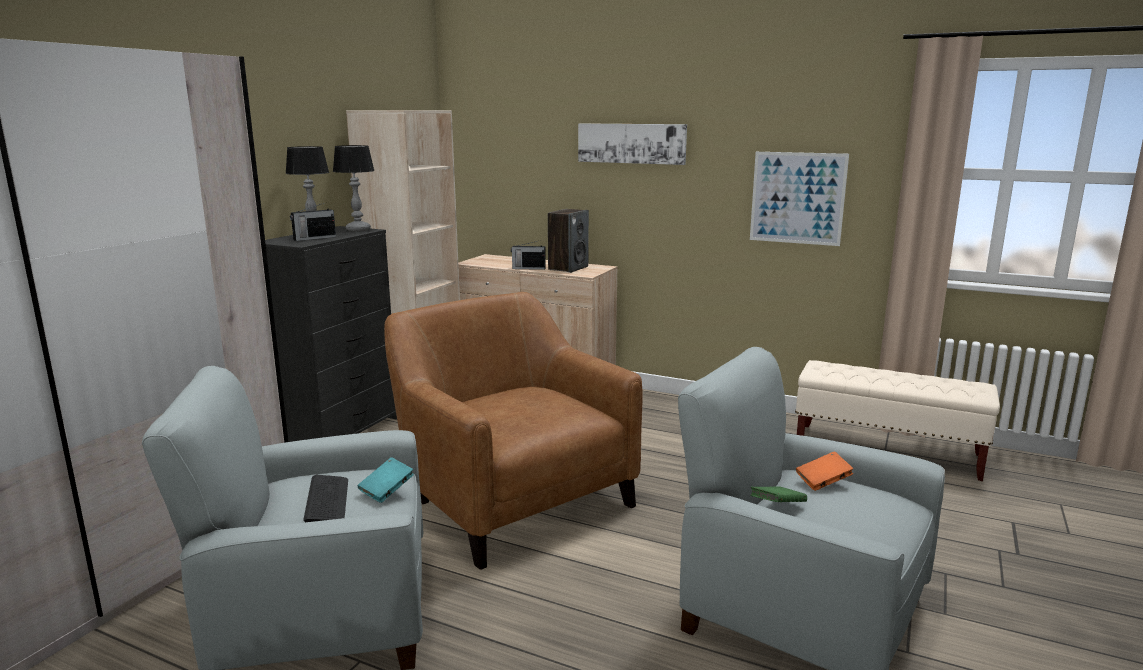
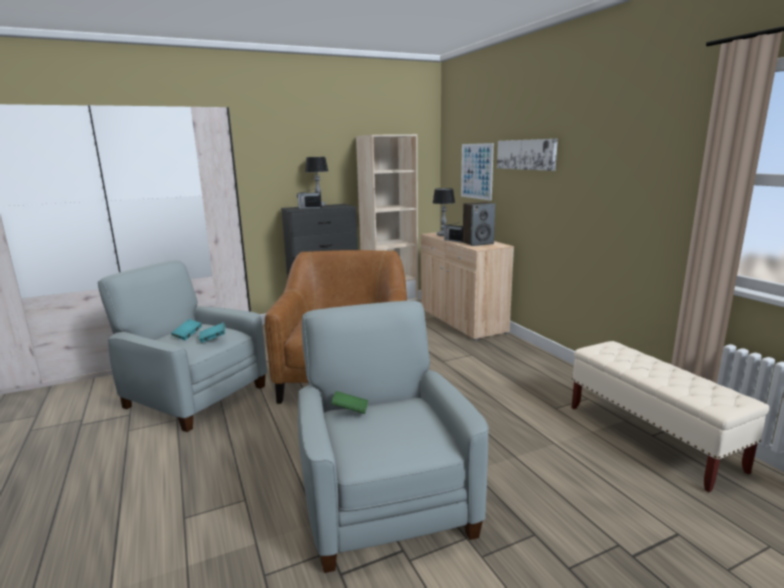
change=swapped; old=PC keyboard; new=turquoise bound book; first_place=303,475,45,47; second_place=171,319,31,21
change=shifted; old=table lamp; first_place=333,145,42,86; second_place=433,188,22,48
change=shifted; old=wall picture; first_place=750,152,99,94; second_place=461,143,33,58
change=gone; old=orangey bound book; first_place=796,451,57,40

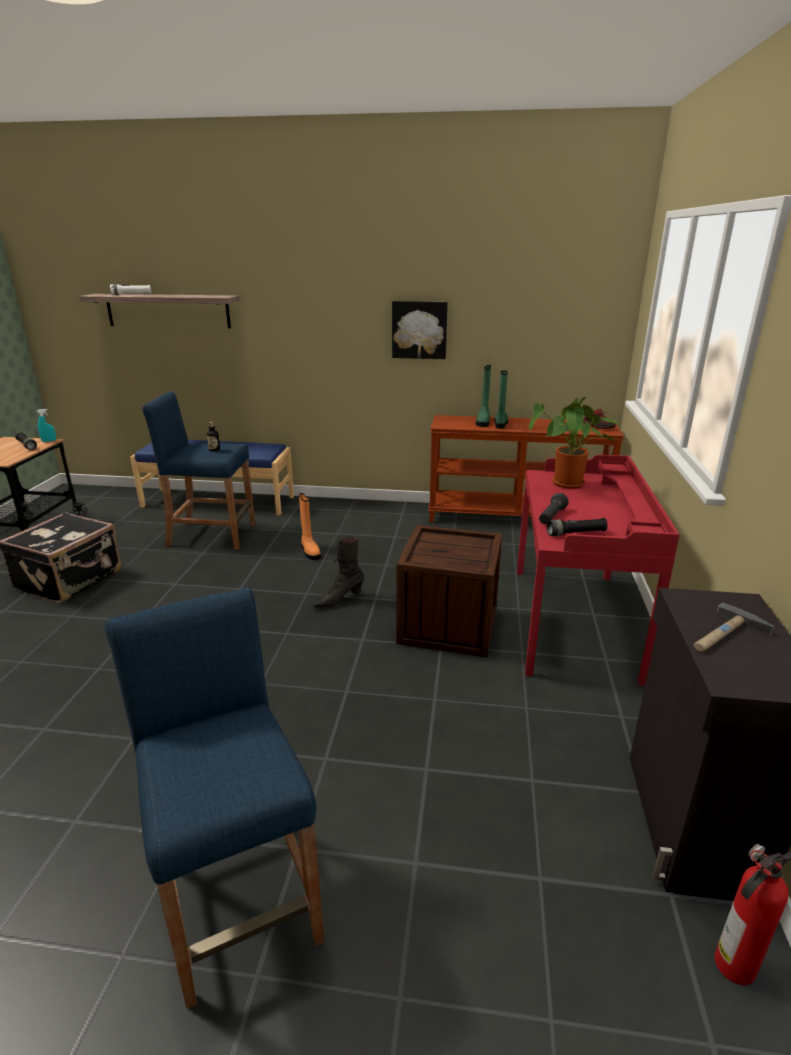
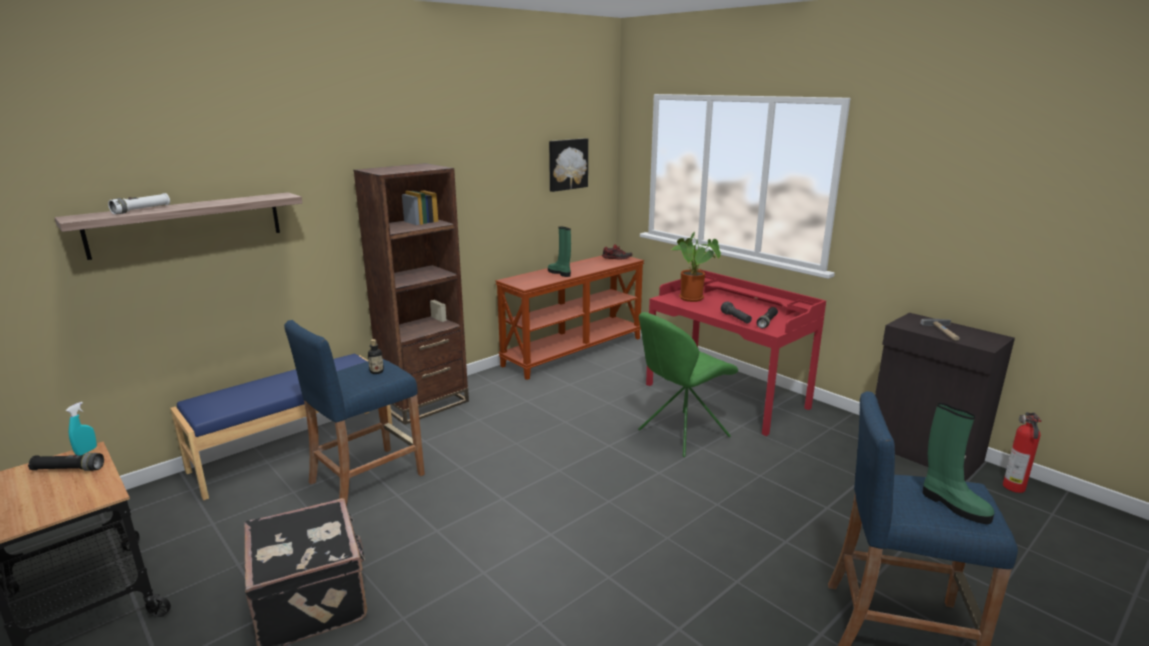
change=new; new=brown-coloured bookcase; second_place=354,163,115,262
change=shifted; old=wall picture; first_place=392,301,56,58; second_place=549,138,39,54
change=swapped; old=packing crate; new=greenish chair; first_place=396,525,106,132; second_place=638,312,100,145
change=shifted; old=greenish tall boot; first_place=476,365,15,62; second_place=922,403,72,121
change=gone; old=orangey tall boot; first_place=299,493,22,67
change=gone; old=blackish tall boot; first_place=313,537,51,72

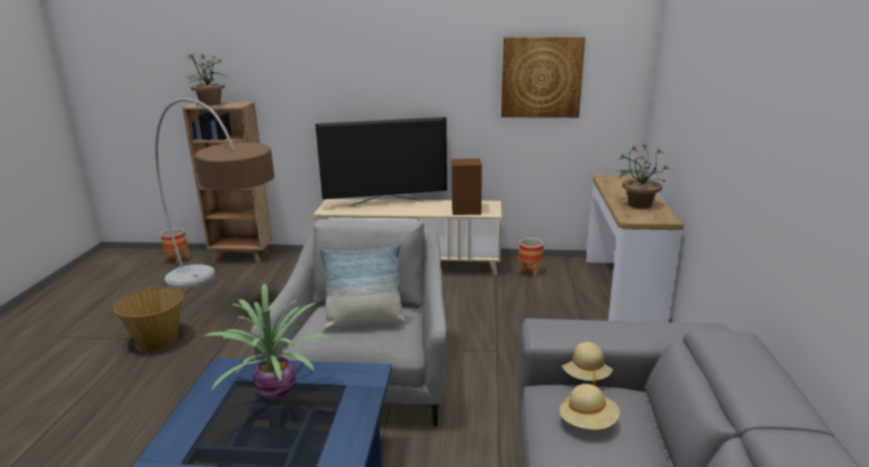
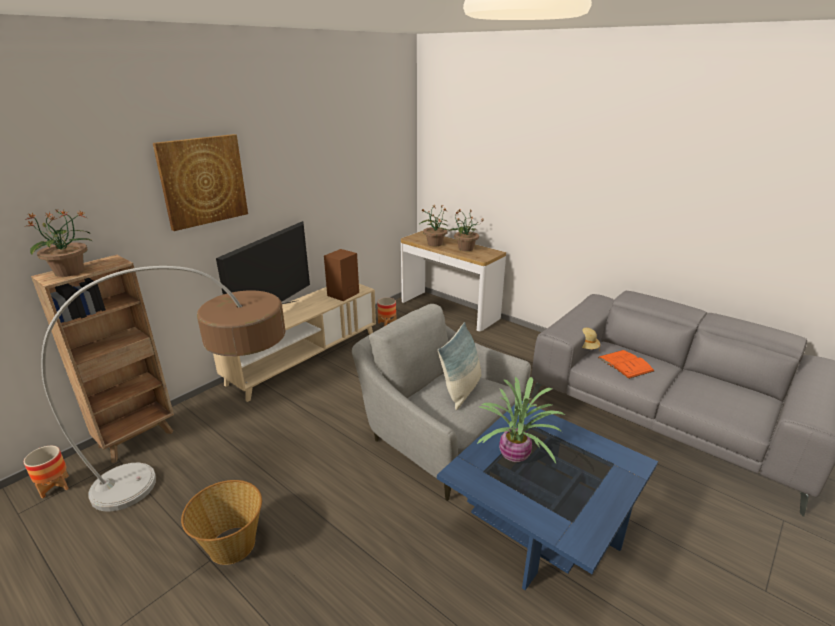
change=shifted; old=wall picture; first_place=501,37,84,81; second_place=153,134,95,97
change=new; new=potted plant; second_place=420,204,28,42
change=swapped; old=beige hat; new=orangey bound book; first_place=560,384,60,46; second_place=598,350,56,29

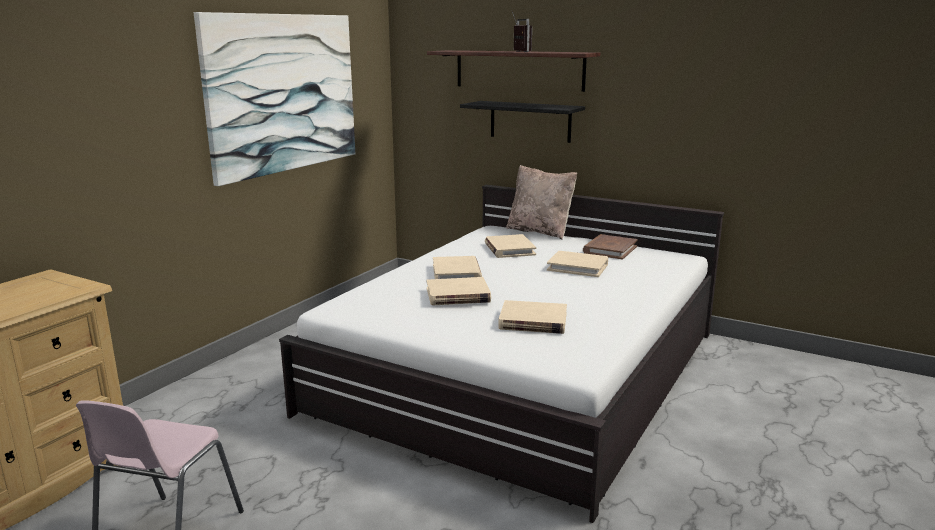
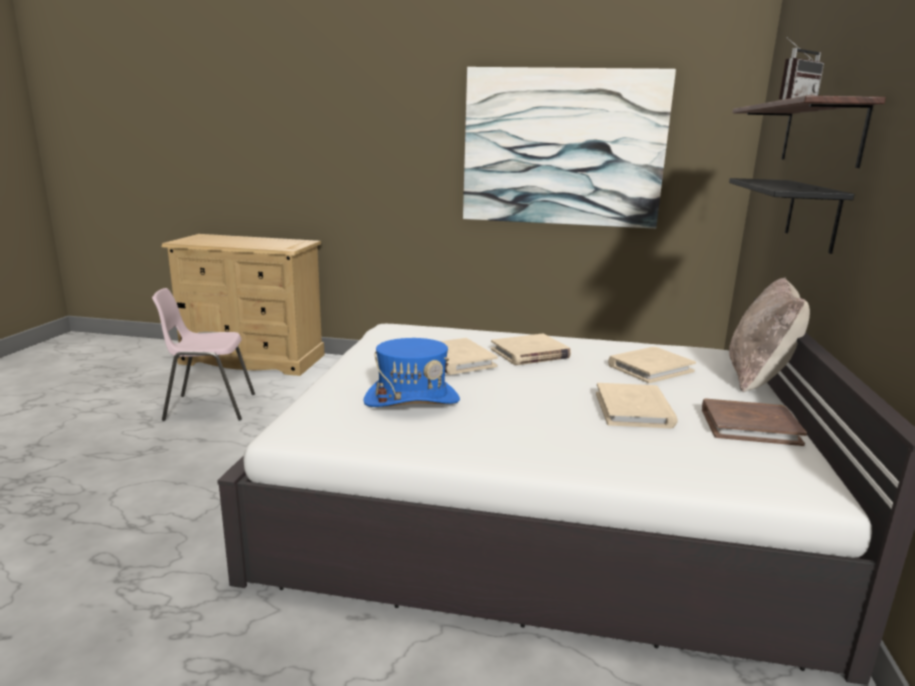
change=swapped; old=beige bound book; new=blue hat; first_place=498,300,69,34; second_place=363,338,97,69

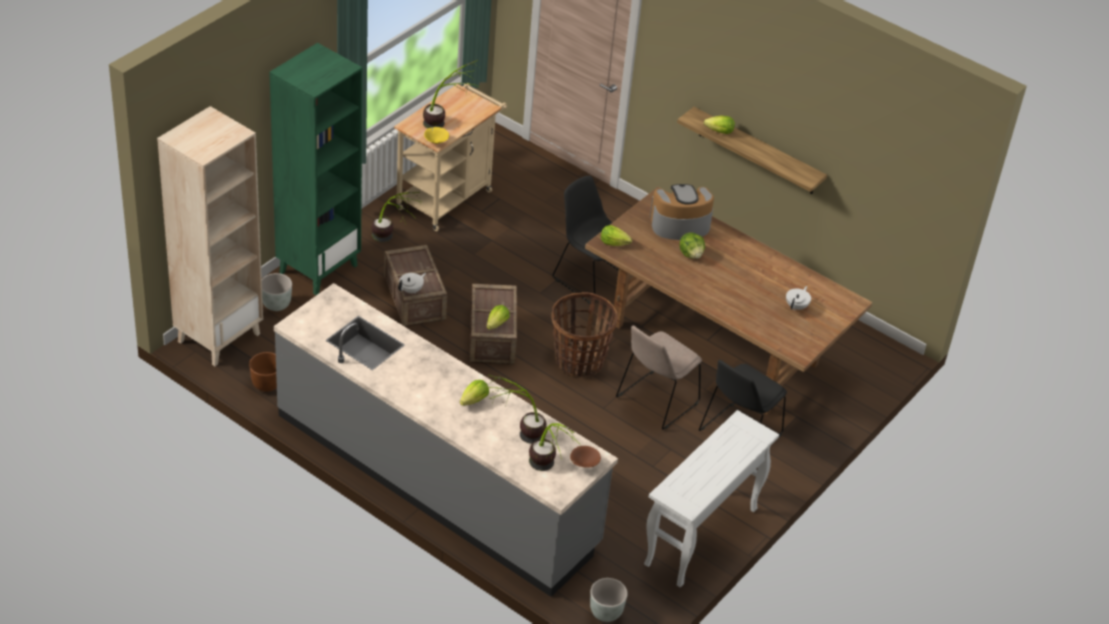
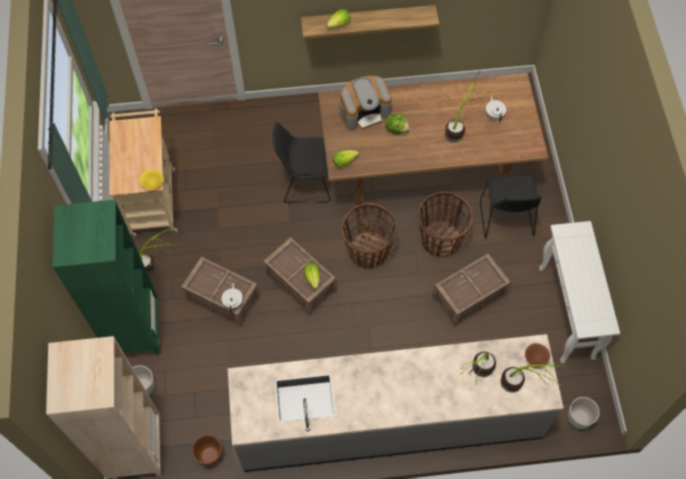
change=rotated; old=coffee machine; first_place=650,184,64,56; second_place=340,76,52,55; degrees=-150
change=swapped; old=beige chair; new=storage basket; first_place=616,325,86,104; second_place=418,191,54,66
change=new; new=packing crate; second_place=432,253,79,73
change=shifted; old=potted plant; first_place=423,60,56,68; second_place=445,71,41,72
change=gone; old=lettuce head; first_place=460,380,29,26

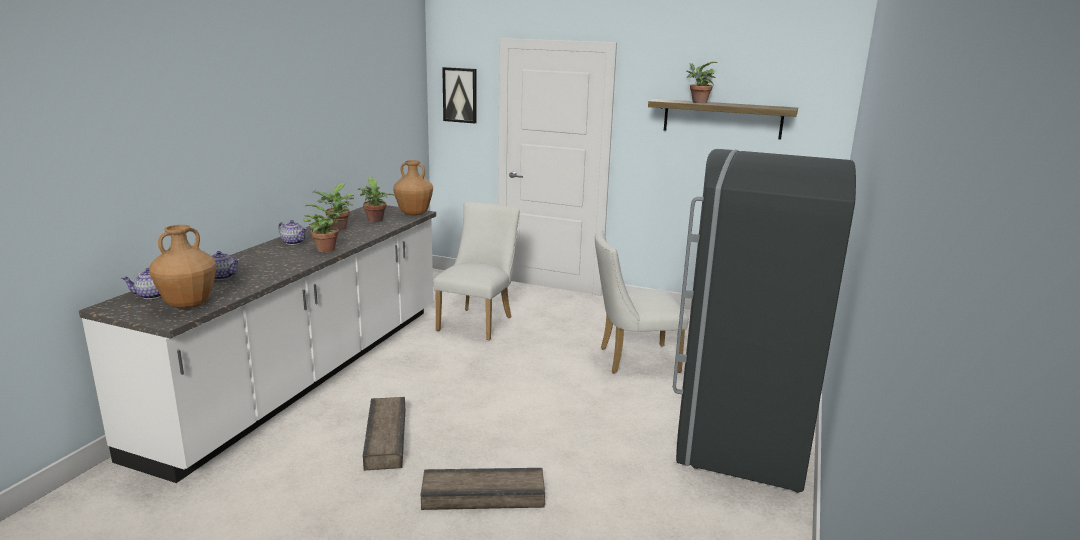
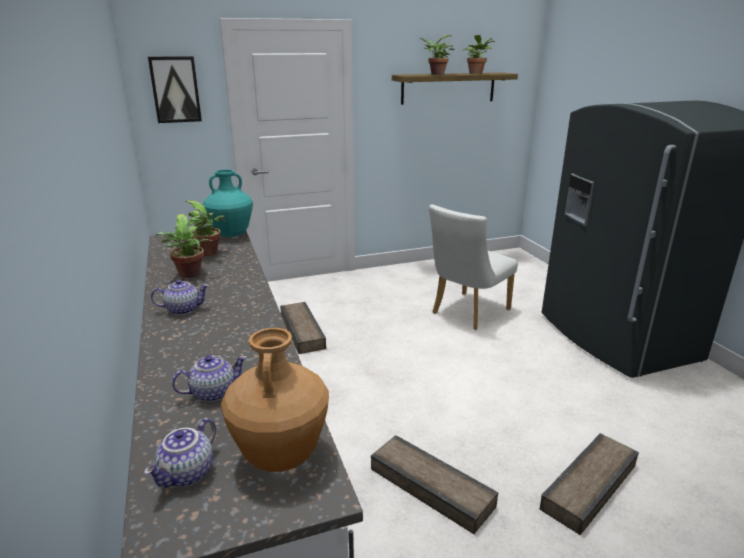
change=repainted; old=brown-coloured decorative vase; new=turquoise decorative vase; first_place=393,160,40,56; second_place=203,170,50,67
change=swapped; old=white-coloured chair; new=packing crate; first_place=433,202,87,138; second_place=280,302,46,52
change=shifted; old=potted plant; first_place=303,204,47,48; second_place=463,35,32,39

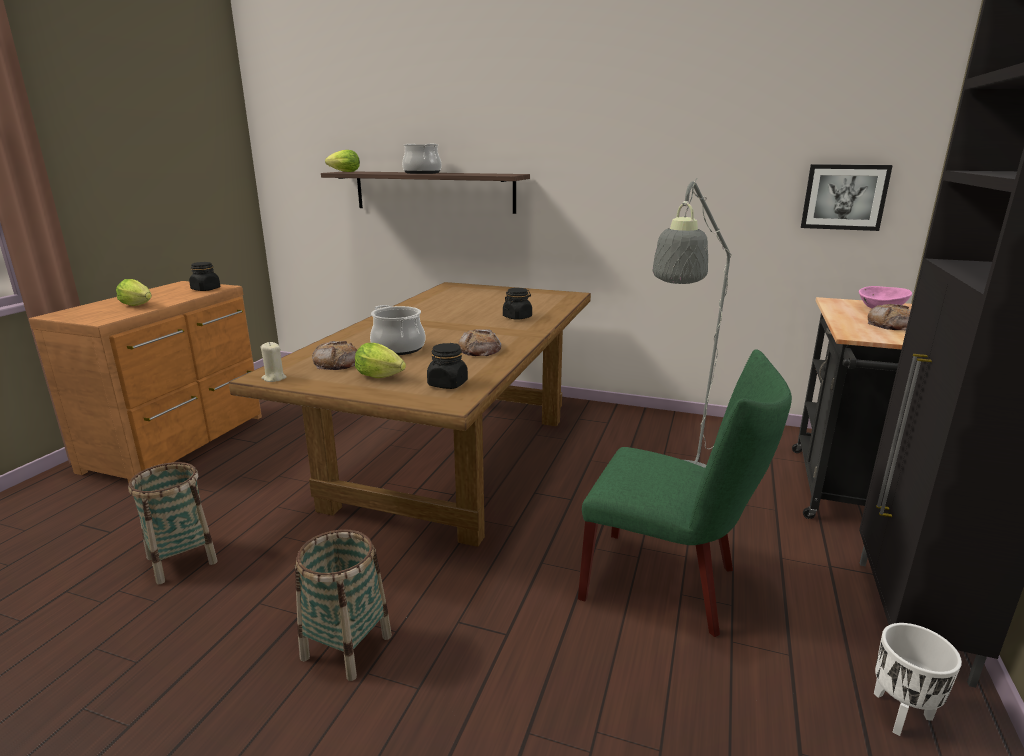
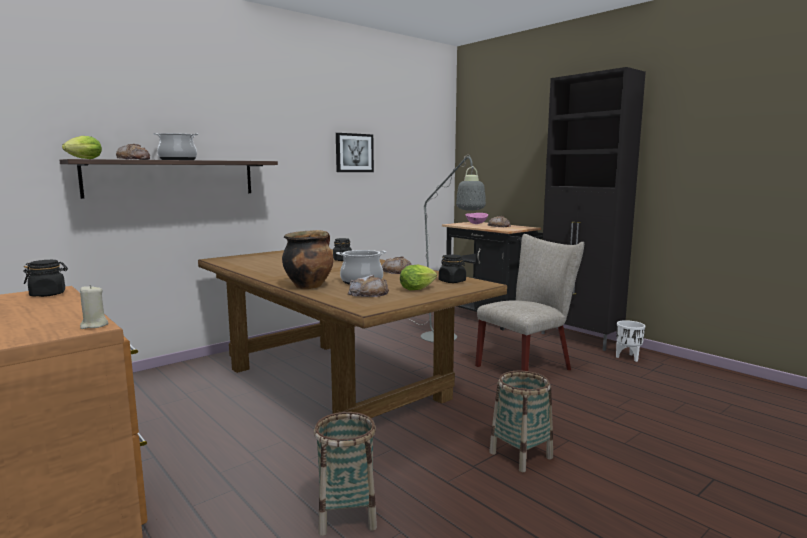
change=shifted; old=beige candle; first_place=261,342,26,40; second_place=80,285,28,44
change=new; new=baked bread; second_place=116,144,34,16
change=new; new=stockpot; second_place=282,230,51,59
change=shifted; old=wall picture; first_place=801,164,92,67; second_place=336,133,38,39
change=repainted; old=greenish chair; new=beige chair; first_place=578,349,214,288; second_place=475,234,109,137
change=gone; old=lettuce head; first_place=116,279,36,27

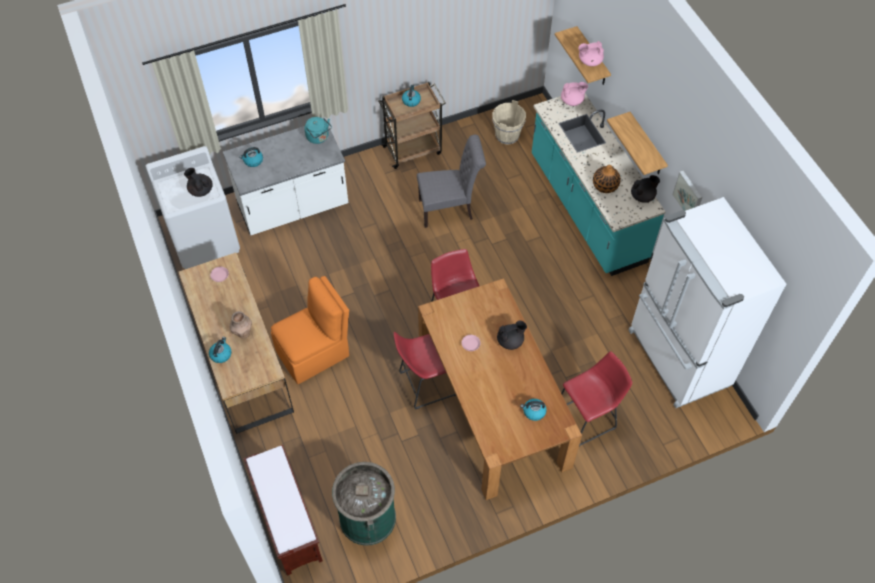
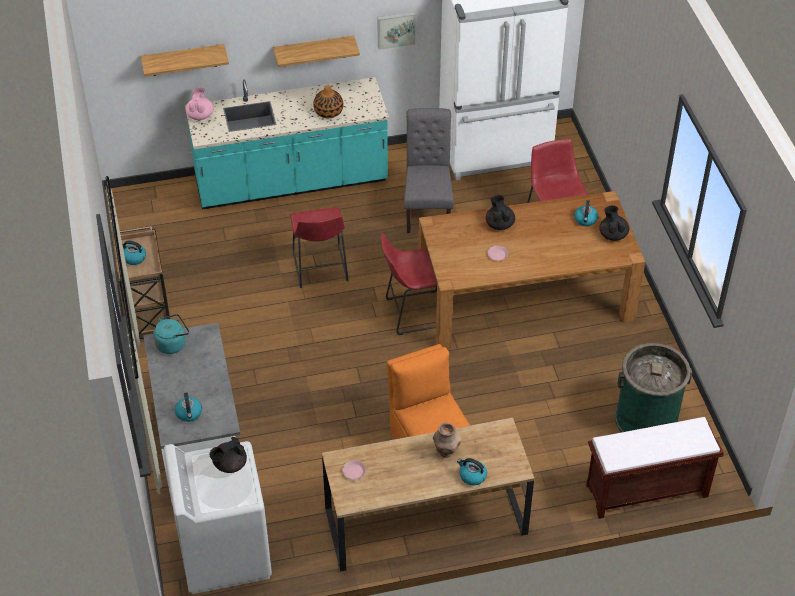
change=shifted; old=red-coloured stool; first_place=394,332,62,77; second_place=290,207,58,81
change=shifted; old=grey chair; first_place=417,135,69,93; second_place=404,108,50,125
change=shifted; old=blackish pot for tea; first_place=631,175,29,28; second_place=599,205,30,36
change=gone; old=beige water bucket; first_place=492,100,34,44
change=gone; old=pink pot for tea; first_place=578,41,26,25

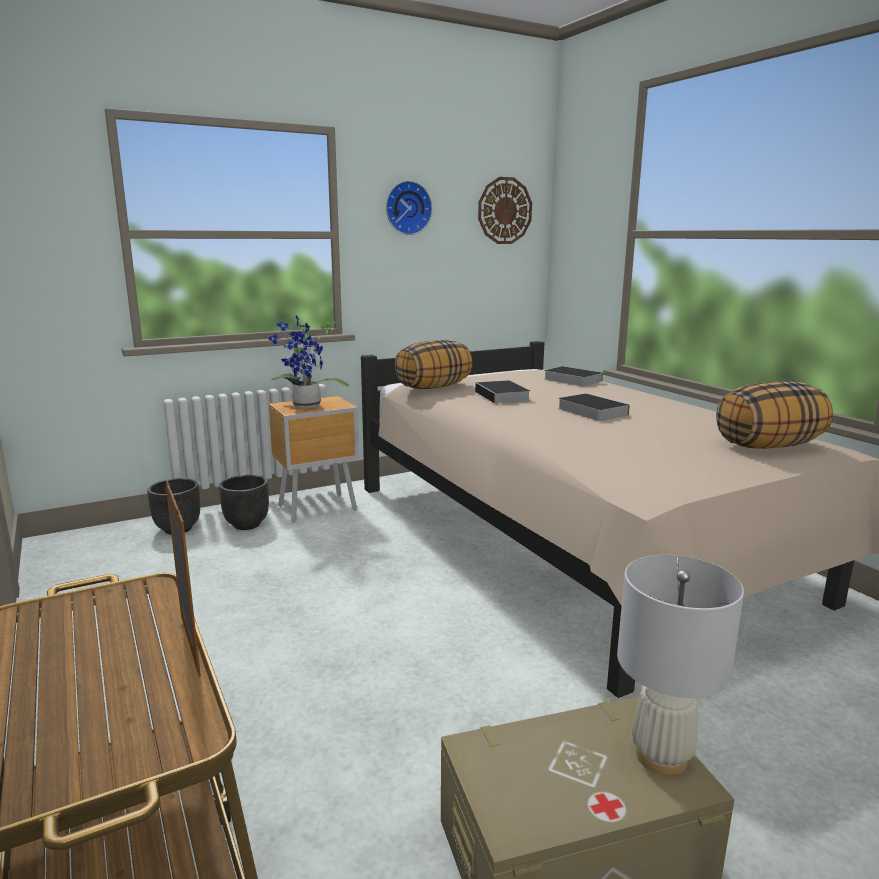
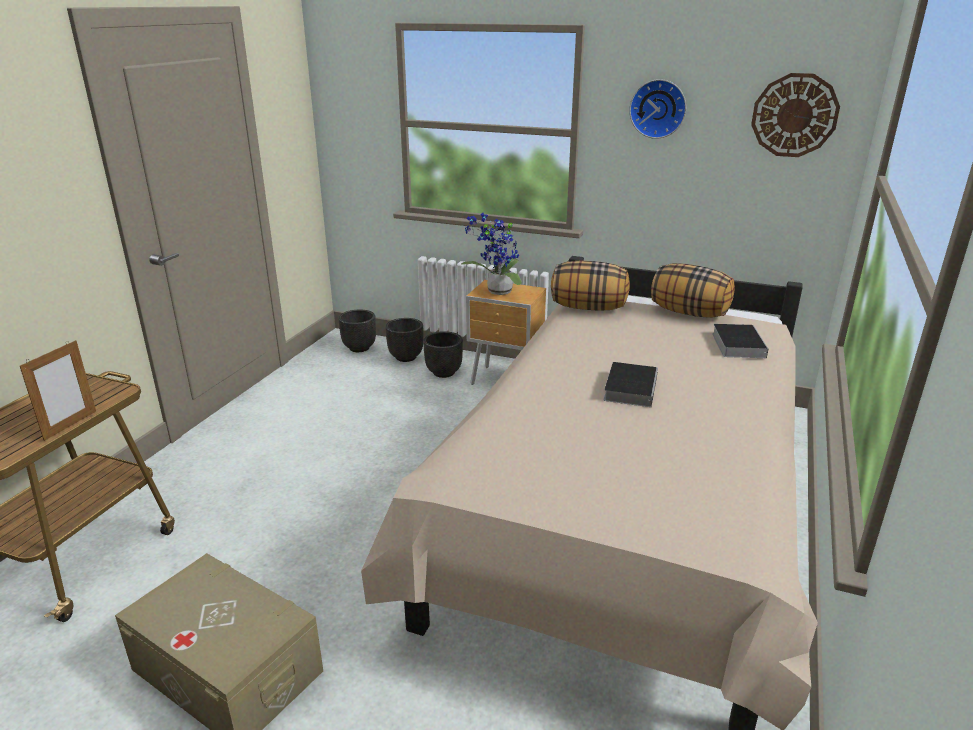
change=new; new=blackish planter; second_place=338,310,38,42
change=shifted; old=throw pillow; first_place=716,381,117,68; second_place=651,263,84,55
change=gone; old=bound book; first_place=475,380,55,25
change=gone; old=white-coloured table lamp; first_place=617,555,127,221

